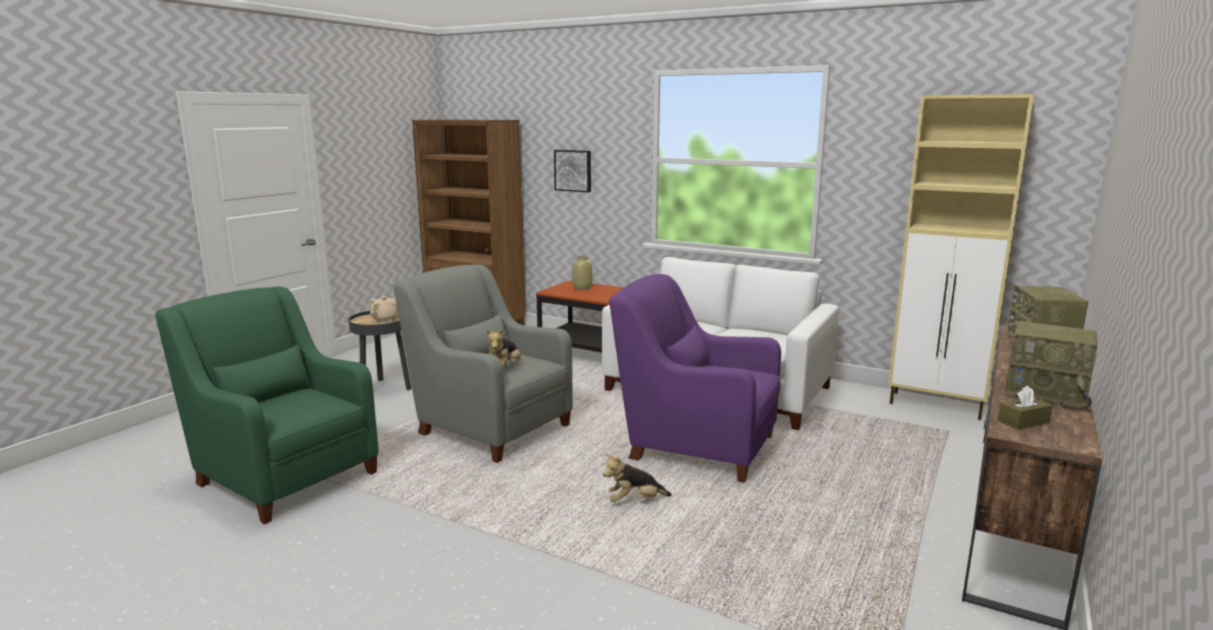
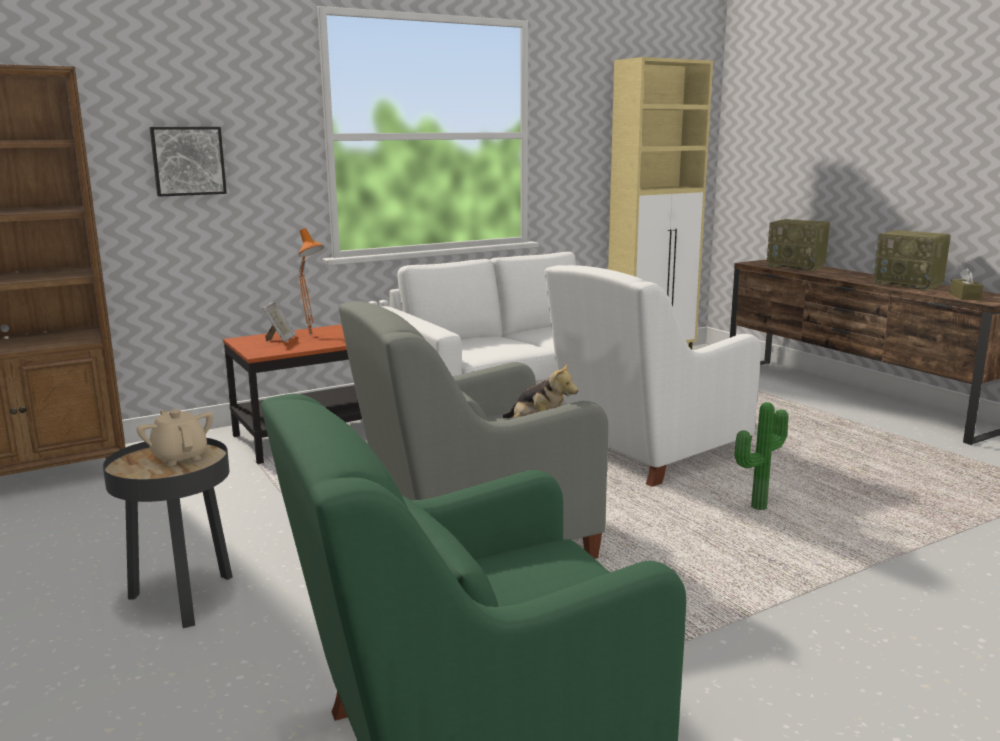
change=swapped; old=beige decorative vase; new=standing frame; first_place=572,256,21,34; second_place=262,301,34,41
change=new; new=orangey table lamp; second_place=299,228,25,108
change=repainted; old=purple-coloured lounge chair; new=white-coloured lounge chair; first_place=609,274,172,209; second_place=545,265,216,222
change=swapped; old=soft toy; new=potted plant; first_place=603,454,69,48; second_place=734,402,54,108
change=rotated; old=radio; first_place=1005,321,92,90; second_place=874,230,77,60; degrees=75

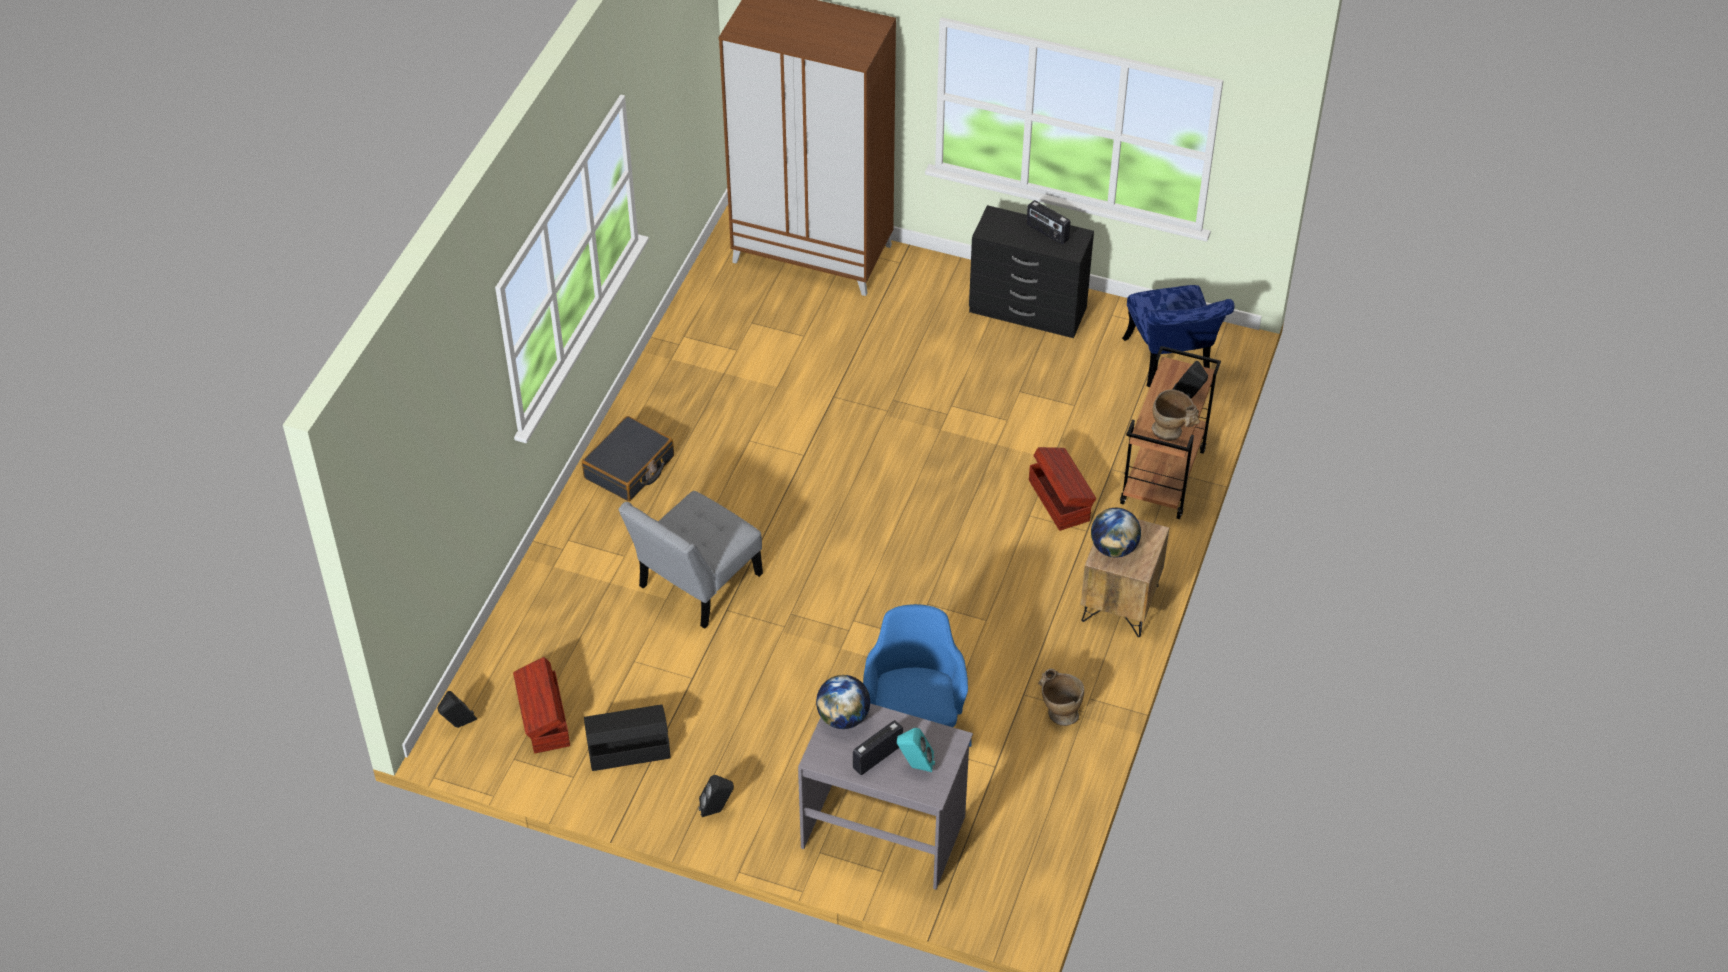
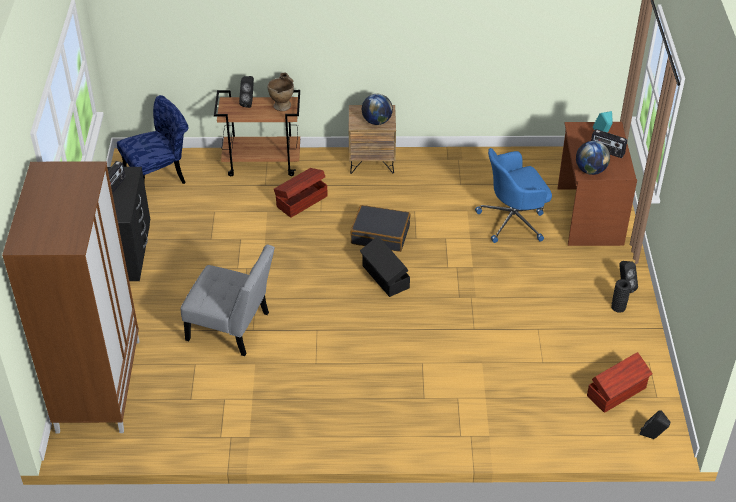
change=shifted; old=grey chair; first_place=618,491,145,138; second_place=181,245,94,111
change=shifted; old=blackish travel case; first_place=582,416,92,85; second_place=351,205,60,47
change=shifted; old=blackish storage bin; first_place=584,704,87,67; second_place=360,236,50,61
change=repainted; old=grey desk; new=brown-coloured desk; first_place=798,703,175,187; second_place=558,122,79,124
change=new; new=blackish decorative vase; second_place=611,279,20,34
change=gone; old=beige decorative vase; first_place=1038,669,46,57

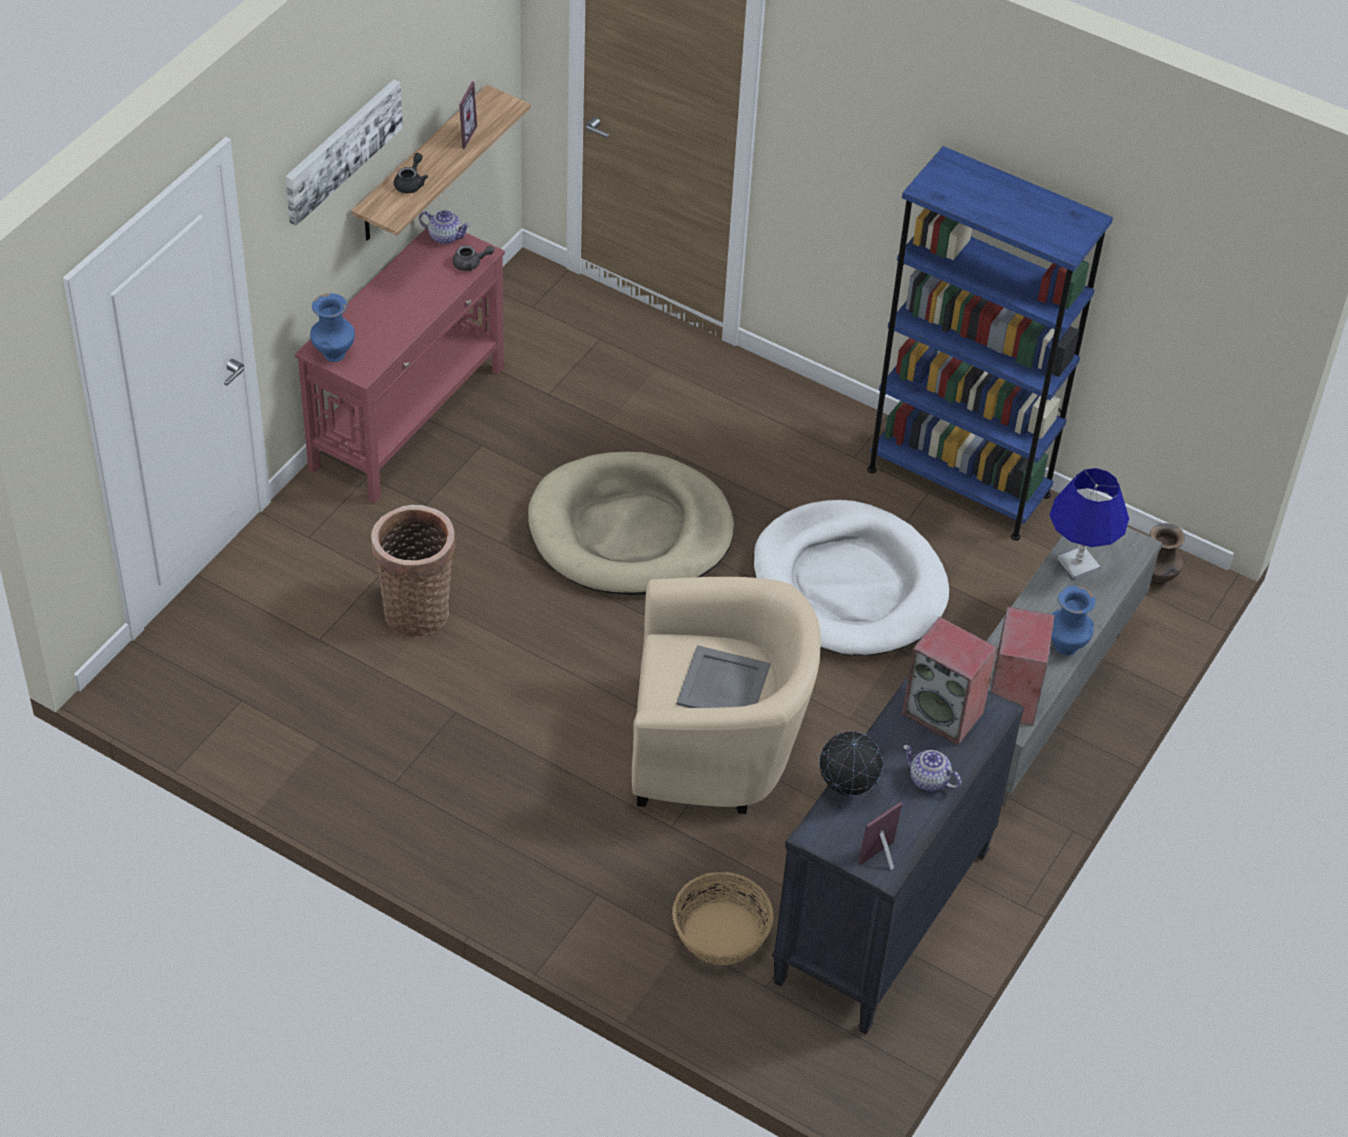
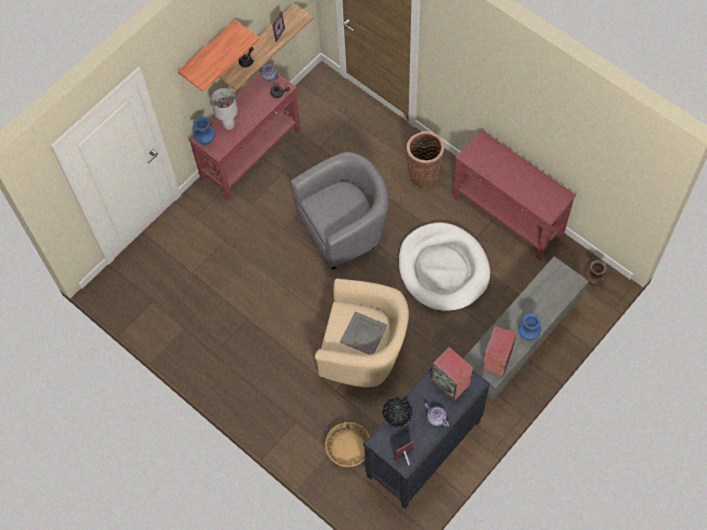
change=swapped; old=wall picture; new=shelf; first_place=285,79,118,147; second_place=178,20,82,72
change=new; new=white-coloured table lamp; second_place=211,88,27,42
change=swapped; old=beige dog bed; new=grey lounge chair; first_place=528,452,206,143; second_place=291,152,97,118
change=shifted; old=storage basket; first_place=371,505,85,133; second_place=406,131,38,57
change=swapped; old=blue bookcase; new=red-coloured hall table; first_place=867,146,246,395; second_place=453,130,123,131
change=gone; old=blue table lamp; first_place=1049,468,80,112

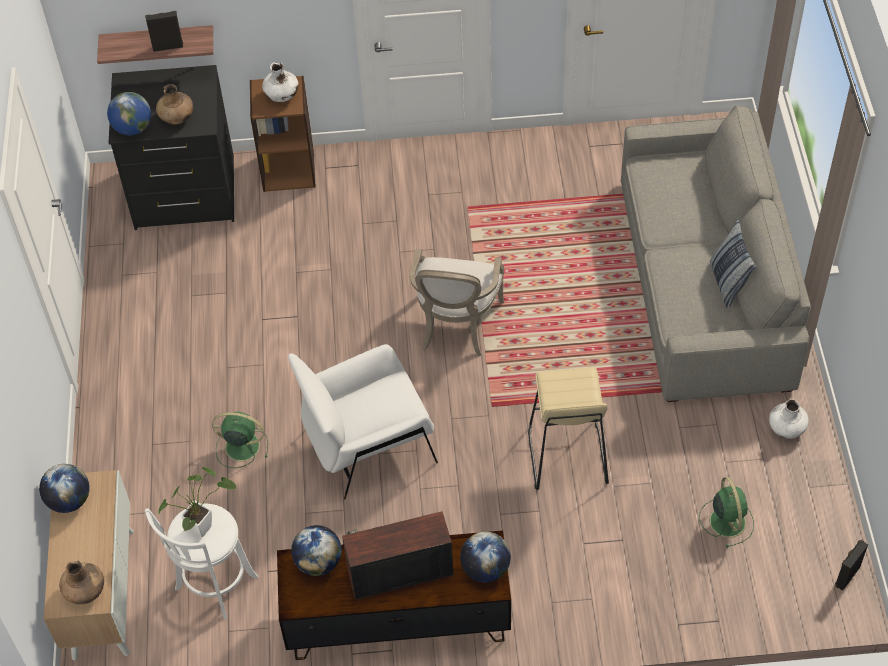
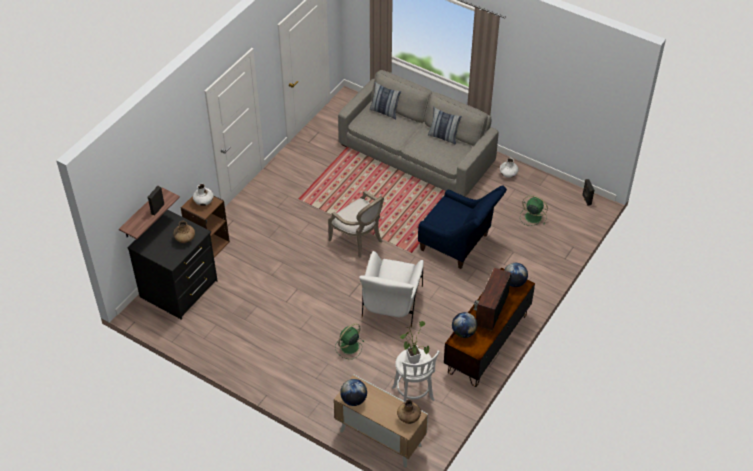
change=new; new=throw pillow; second_place=370,82,31,37
change=swapped; old=beige stool; new=blue lounge chair; first_place=528,367,81,123; second_place=418,186,89,83
change=gone; old=world globe; first_place=107,92,44,43

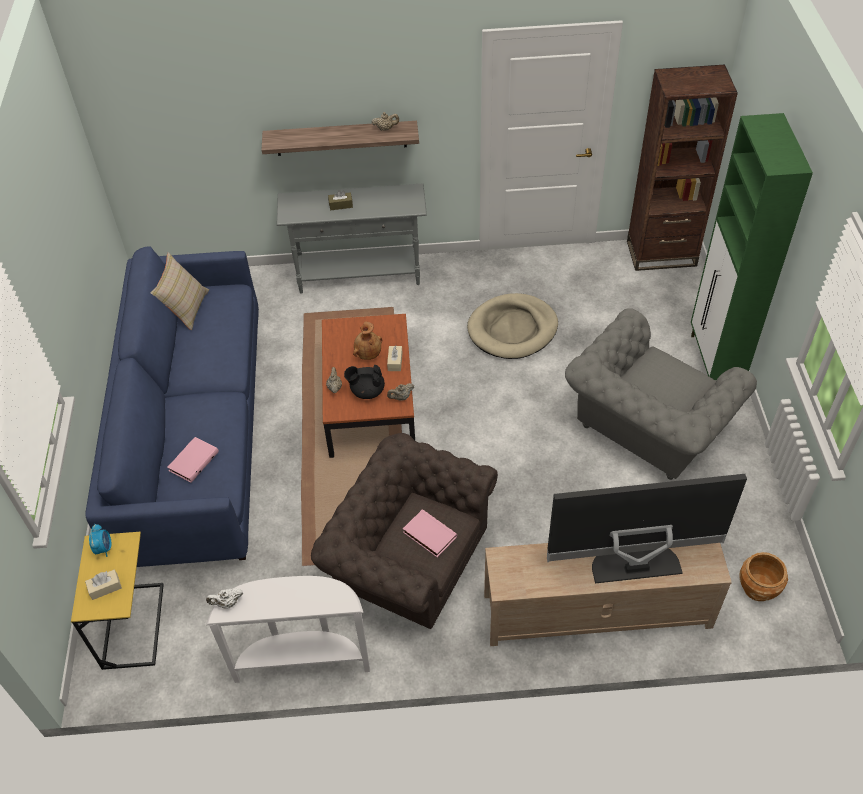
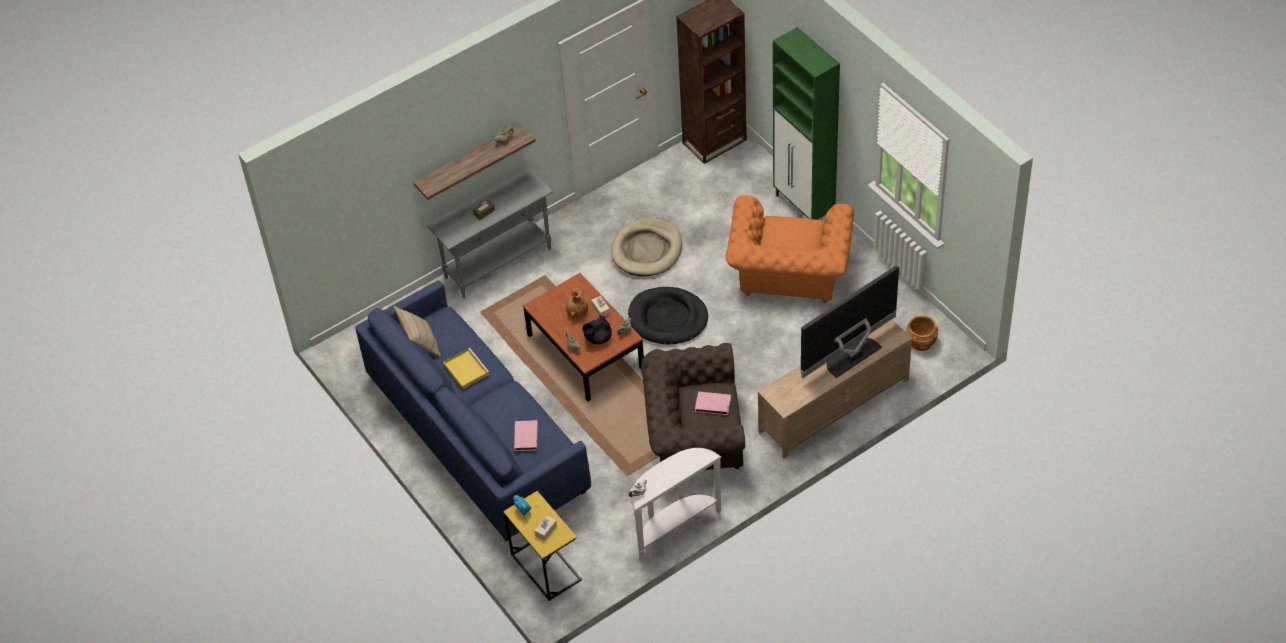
change=new; new=yellow-coloured tray; second_place=443,348,47,41
change=new; new=blackish dog bed; second_place=628,287,80,57
change=repainted; old=grey lounge chair; new=orangey lounge chair; first_place=565,308,192,172; second_place=726,195,128,108

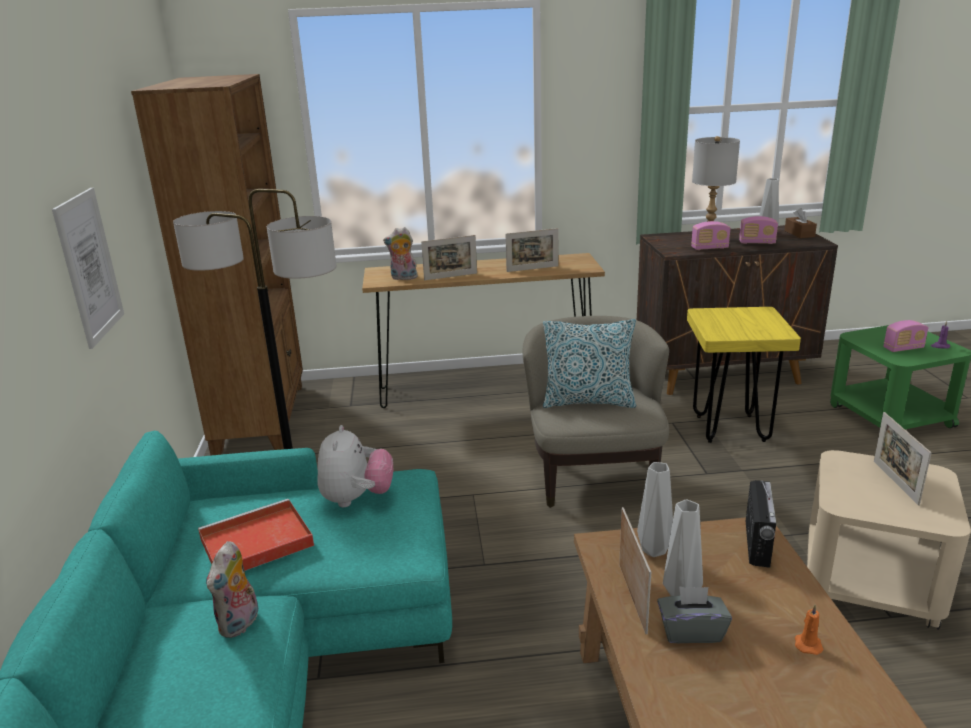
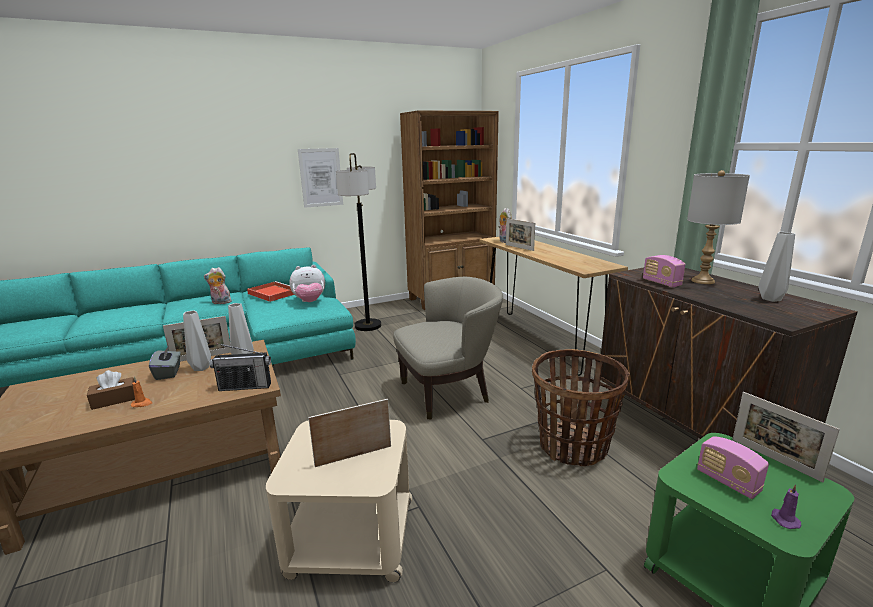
change=shifted; old=brown-coloured box of tissues; first_place=785,208,32,30; second_place=87,370,48,40
change=swapped; old=yellow-coloured stool; new=storage basket; first_place=687,307,114,136; second_place=532,349,98,117
change=shifted; old=standing frame; first_place=506,228,53,44; second_place=732,392,108,90
change=gone; old=throw pillow; first_place=543,319,93,89
change=gone; old=radio; first_place=739,216,39,28

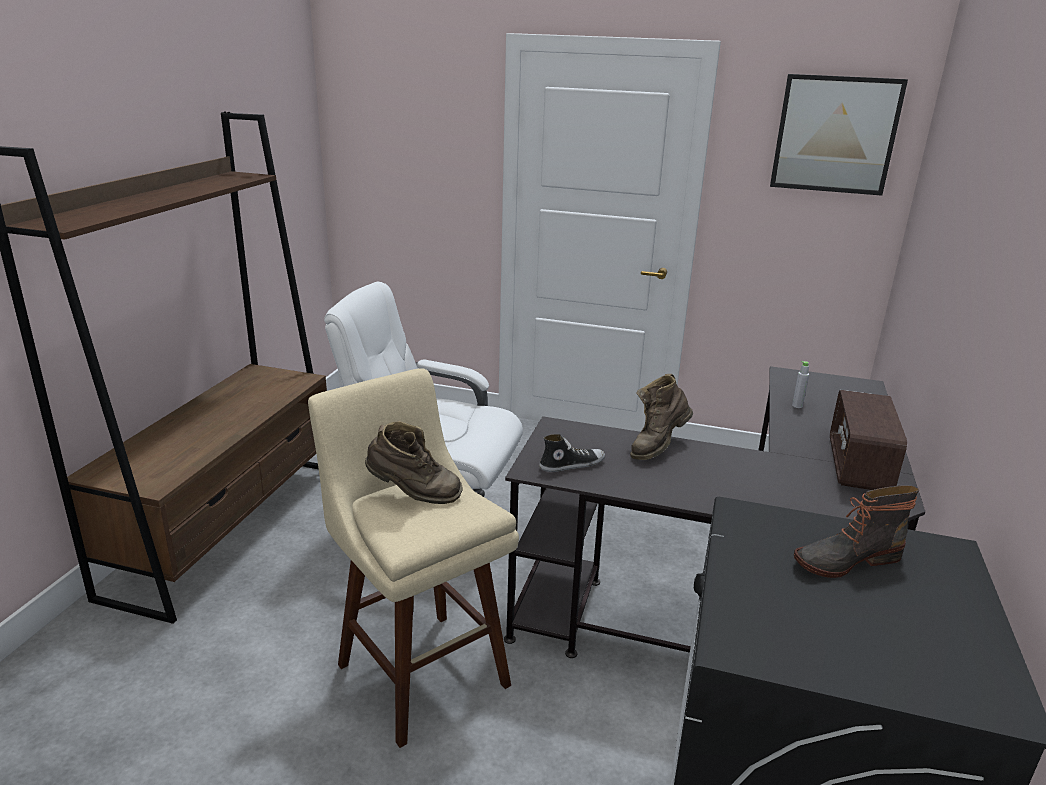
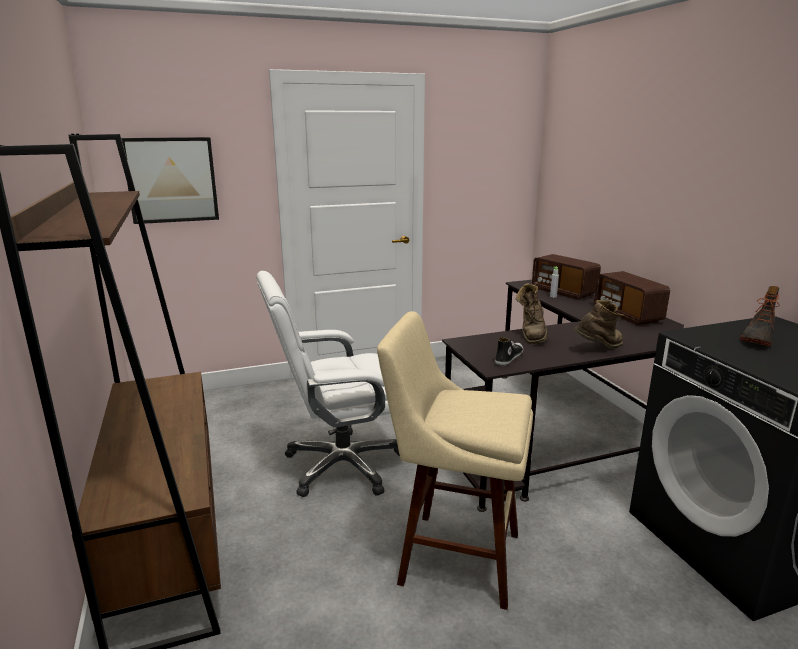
change=shifted; old=wall picture; first_place=770,74,138,122; second_place=121,137,98,87
change=new; new=radio; second_place=532,254,69,46
change=shifted; old=brown-coloured tall boot; first_place=365,421,97,83; second_place=574,300,51,48

